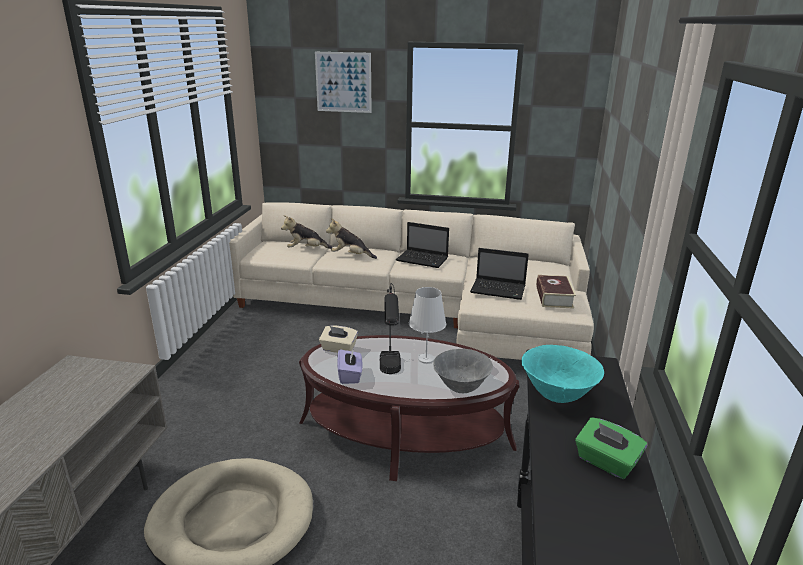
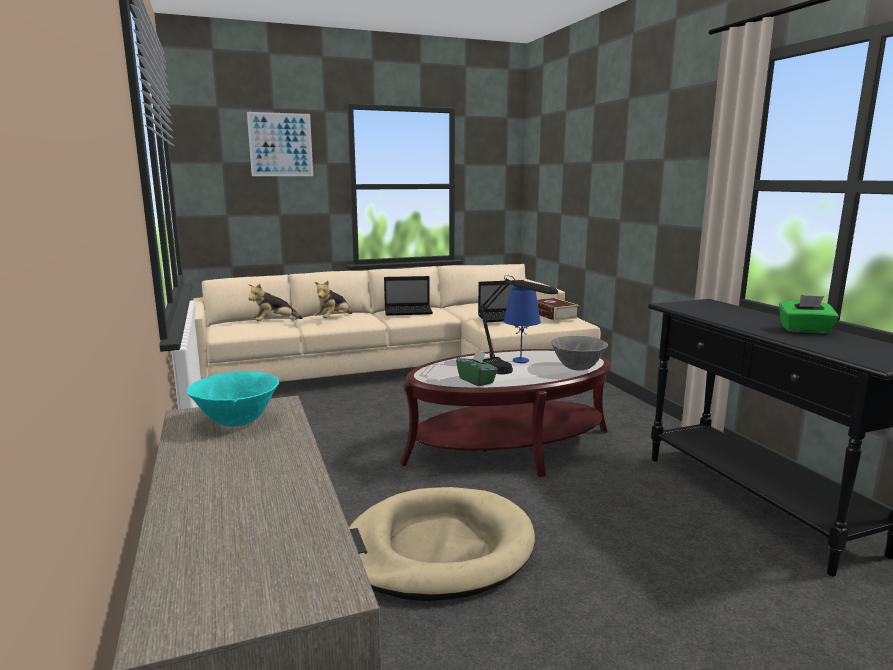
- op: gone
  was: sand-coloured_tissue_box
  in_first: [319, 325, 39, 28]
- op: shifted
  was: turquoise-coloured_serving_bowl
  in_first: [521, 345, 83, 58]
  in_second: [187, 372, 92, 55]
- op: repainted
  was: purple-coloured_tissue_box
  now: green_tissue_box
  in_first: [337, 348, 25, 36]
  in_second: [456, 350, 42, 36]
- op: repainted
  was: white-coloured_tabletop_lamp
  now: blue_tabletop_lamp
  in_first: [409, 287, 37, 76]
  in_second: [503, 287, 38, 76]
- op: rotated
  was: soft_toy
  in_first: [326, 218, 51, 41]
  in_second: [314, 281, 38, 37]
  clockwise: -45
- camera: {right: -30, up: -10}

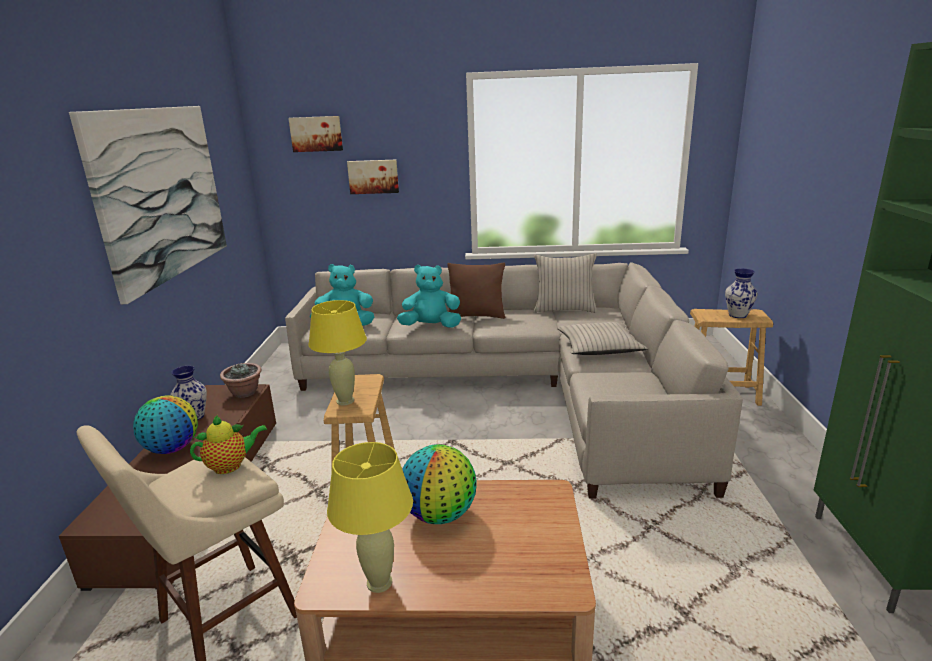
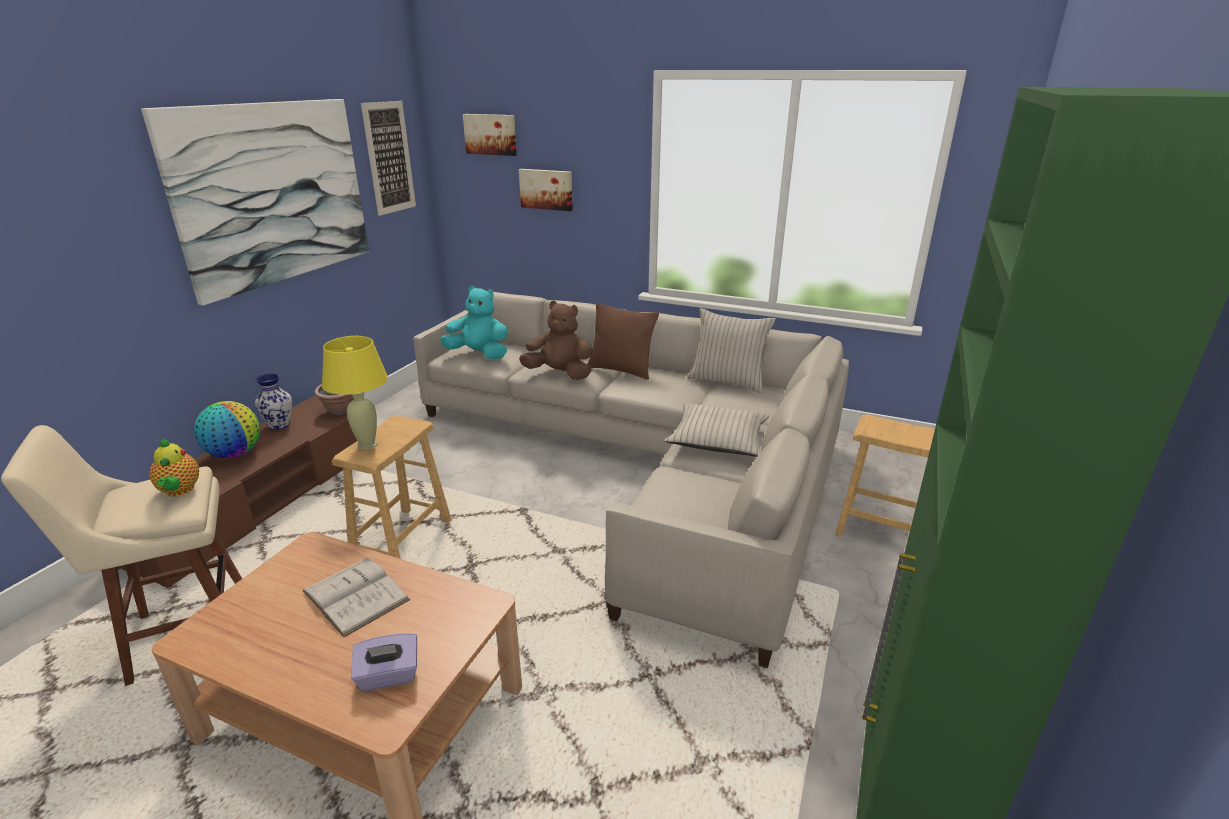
- op: gone
  was: yellow-coloured_tabletop_lamp
  in_first: [327, 442, 86, 151]
- op: gone
  was: decorative_vase
  in_first: [725, 268, 33, 50]
- op: new
  now: purple-coloured_tissue_box
  in_second: [351, 633, 66, 58]
- op: new
  now: picture
  in_second: [361, 101, 55, 115]
- op: swapped
  was: world_globe
  now: white-coloured_volume
  in_first: [402, 444, 75, 80]
  in_second: [302, 557, 108, 81]
- op: repainted
  was: turquoise-coloured_soft_toy
  now: brown_soft_toy
  in_first: [397, 265, 64, 63]
  in_second: [519, 301, 74, 79]
- op: rotated
  was: tea_pot
  in_first: [190, 415, 77, 59]
  in_second: [149, 438, 50, 59]
  clockwise: 75
- camera: {right: 20, up: 5}

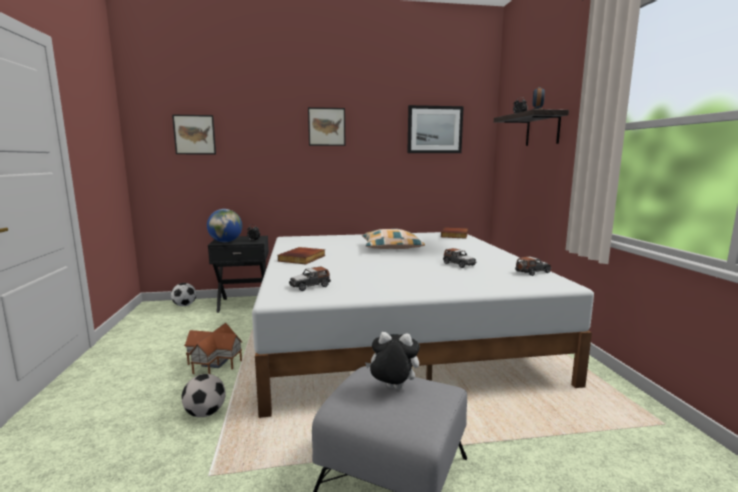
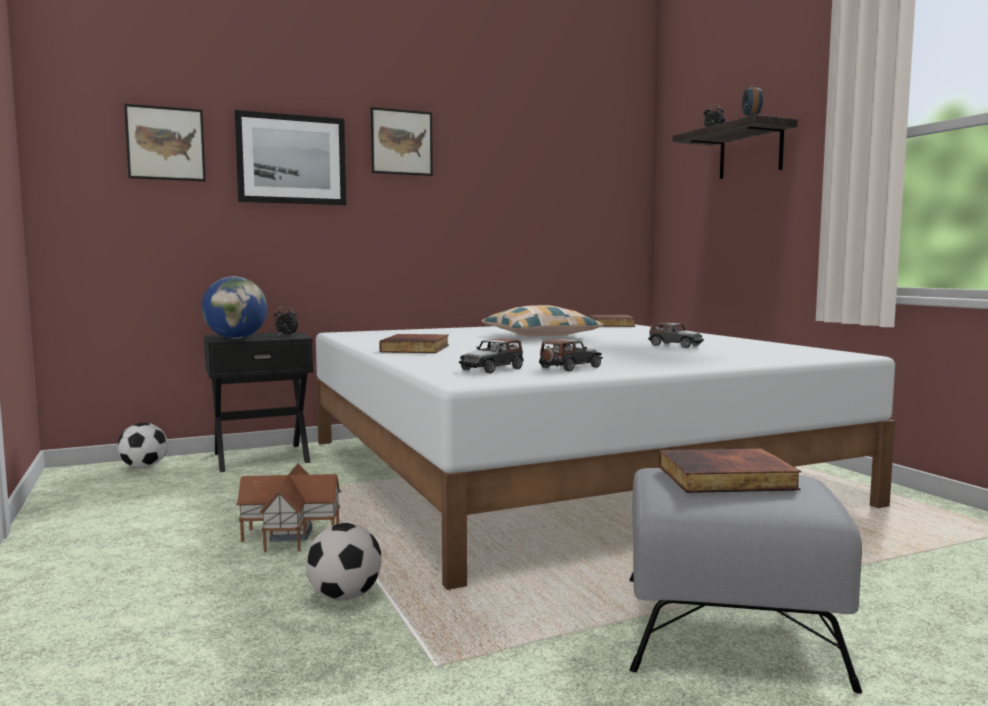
- op: shifted
  was: picture
  in_first: [407, 105, 57, 48]
  in_second: [235, 110, 111, 95]
- op: shifted
  was: model_car
  in_first: [515, 257, 36, 19]
  in_second: [539, 339, 64, 32]
- op: swapped
  was: soft_toy
  now: volume
  in_first: [365, 332, 54, 57]
  in_second: [659, 448, 142, 45]
- camera: {right: -15, up: -5}

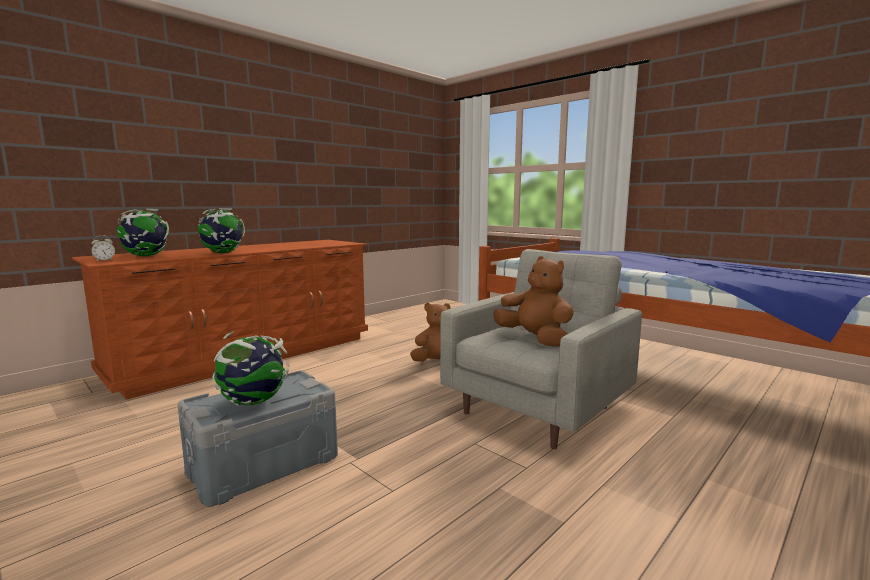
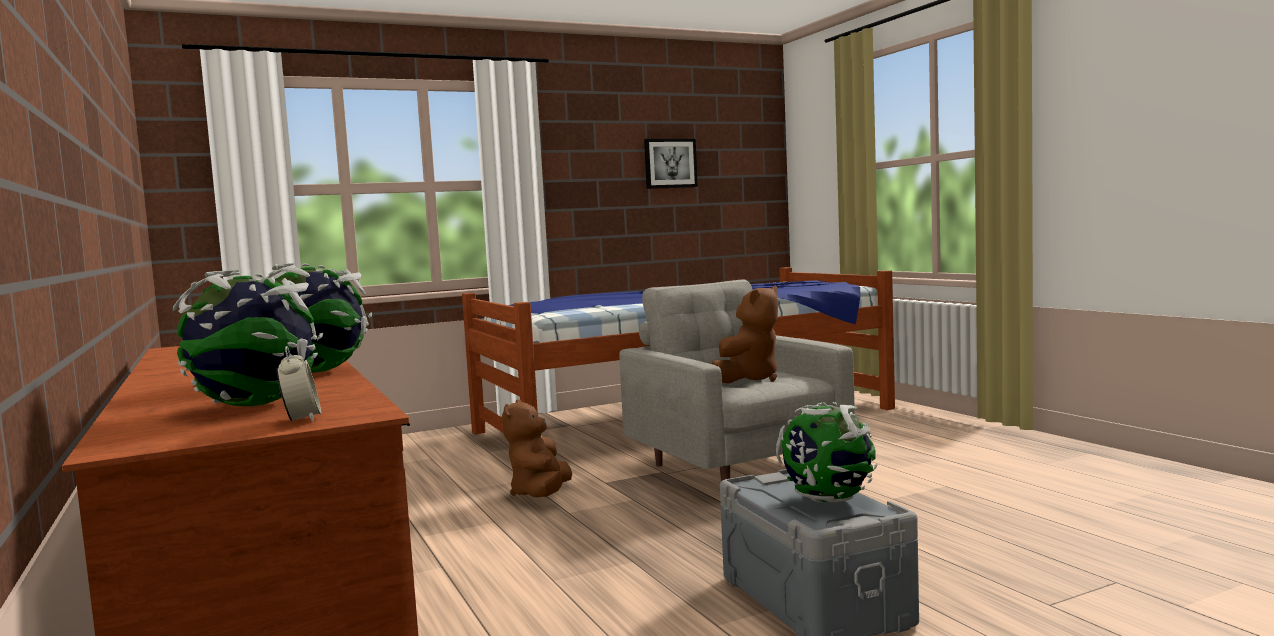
- op: new
  now: picture
  in_second: [644, 139, 54, 50]
- op: rotated
  was: brown_soft_toy
  in_first: [493, 256, 81, 90]
  in_second: [712, 285, 66, 99]
  clockwise: 150
- camera: {right: -70, up: -5}

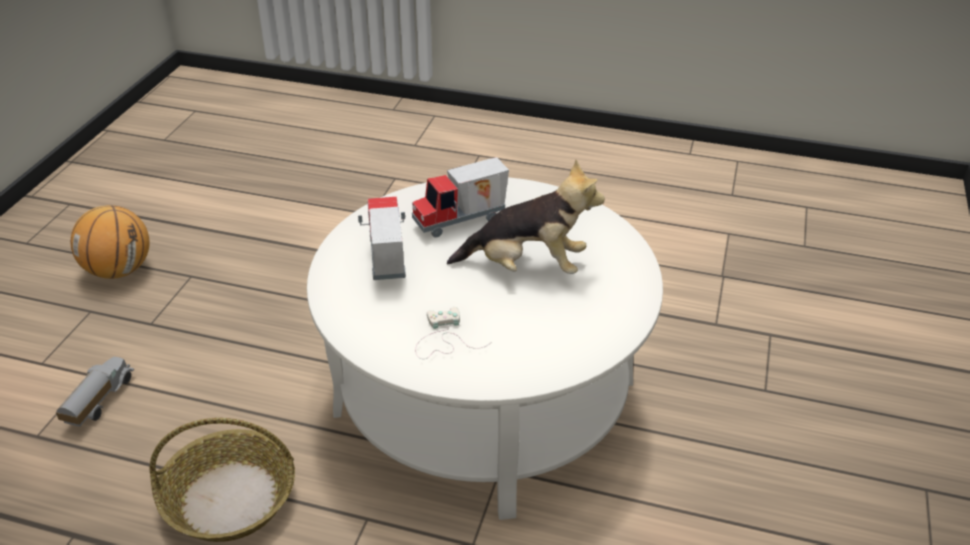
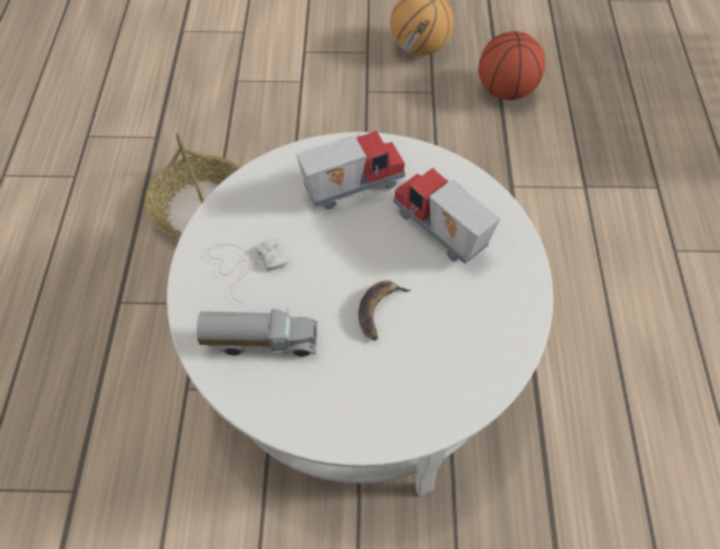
- op: new
  now: basketball
  in_second: [478, 31, 67, 69]
- op: shifted
  was: model_truck
  in_first: [56, 357, 78, 70]
  in_second: [197, 308, 121, 49]
- op: swapped
  was: soft_toy
  now: whole_banana
  in_first: [447, 159, 158, 115]
  in_second: [358, 280, 53, 60]
- camera: {right: 75, up: 20}

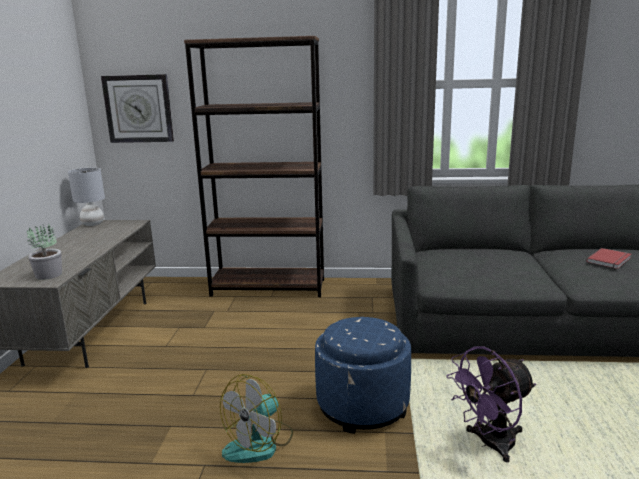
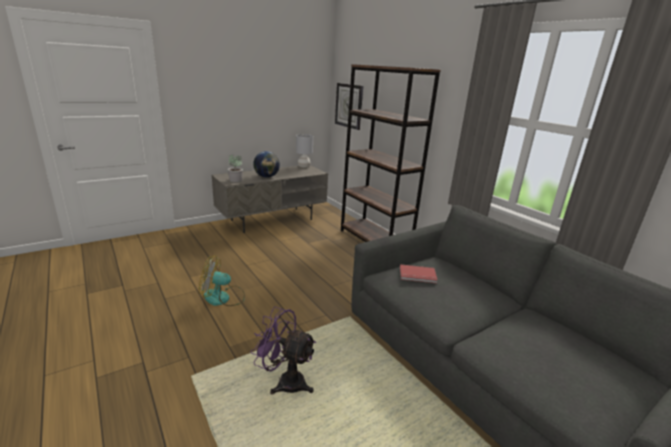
- op: gone
  was: blue_footrest
  in_first: [315, 317, 96, 117]
- op: new
  now: world_globe
  in_second: [253, 151, 27, 27]
- op: shifted
  was: red_volume
  in_first: [587, 248, 44, 21]
  in_second: [400, 264, 38, 19]
- camera: {right: 50, up: 5}

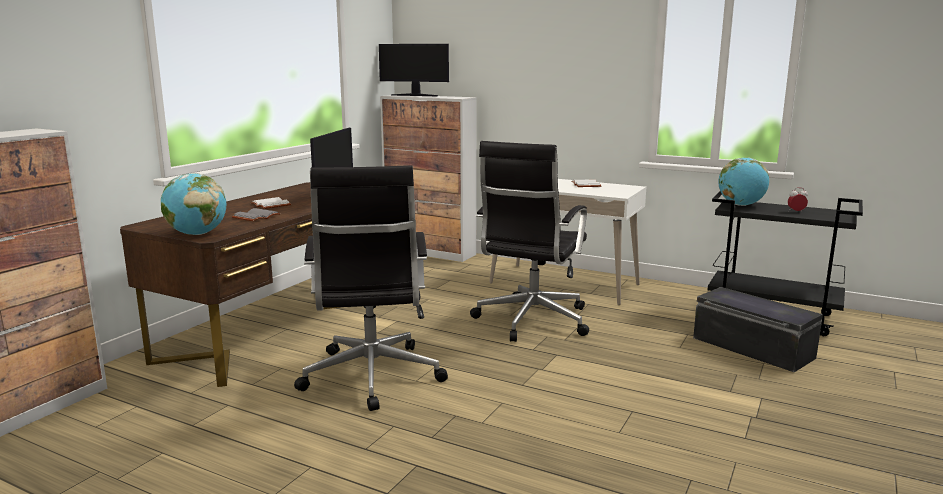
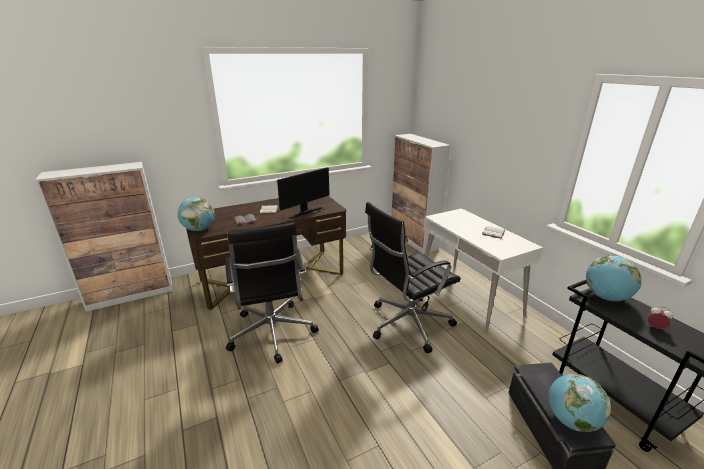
- op: gone
  was: computer_screen
  in_first: [379, 44, 70, 52]
- op: new
  now: world_globe
  in_second: [548, 374, 63, 58]
- op: rotated
  was: black_desk_chair
  in_first: [294, 165, 154, 246]
  in_second: [225, 222, 94, 141]
  clockwise: -45
- camera: {right: 35, up: 10}

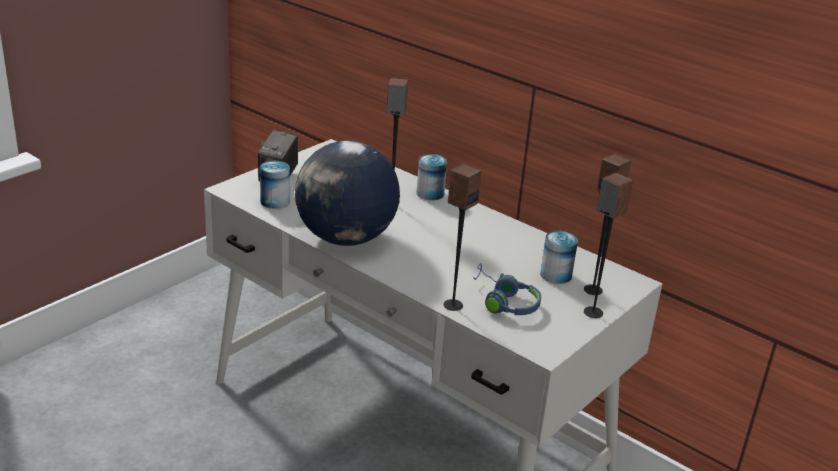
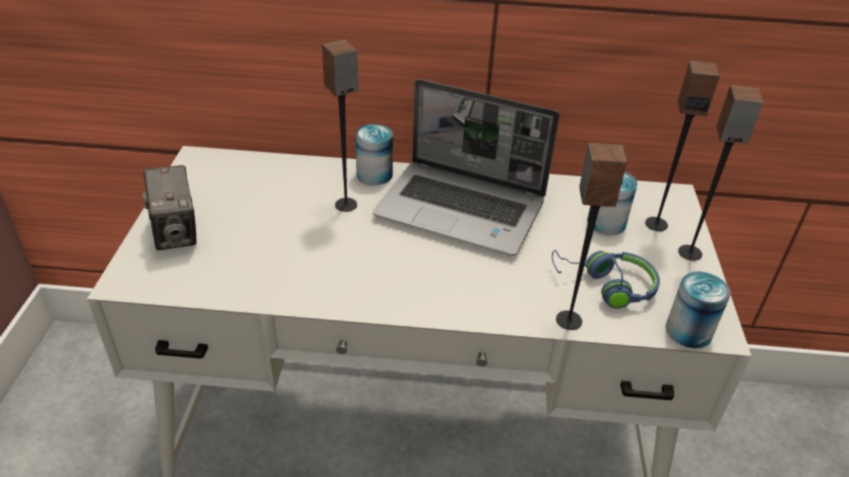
- op: gone
  was: world_globe
  in_first: [295, 141, 105, 105]
- op: new
  now: notebook_computer
  in_second: [373, 79, 187, 177]
- op: shifted
  was: can
  in_first: [260, 161, 30, 48]
  in_second: [666, 272, 65, 76]
- camera: {right: -35, up: 10}

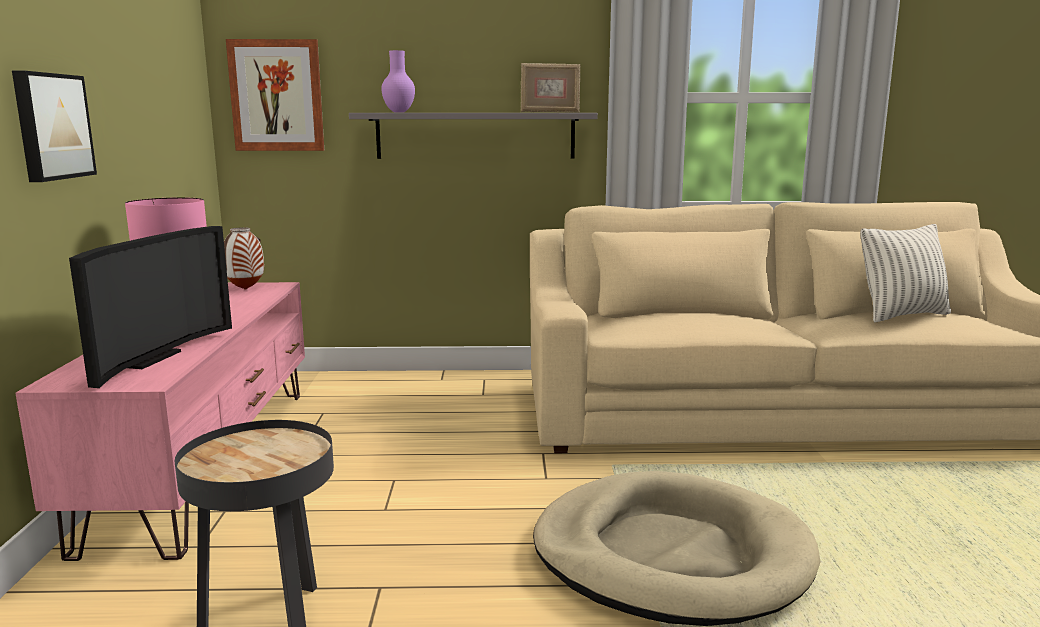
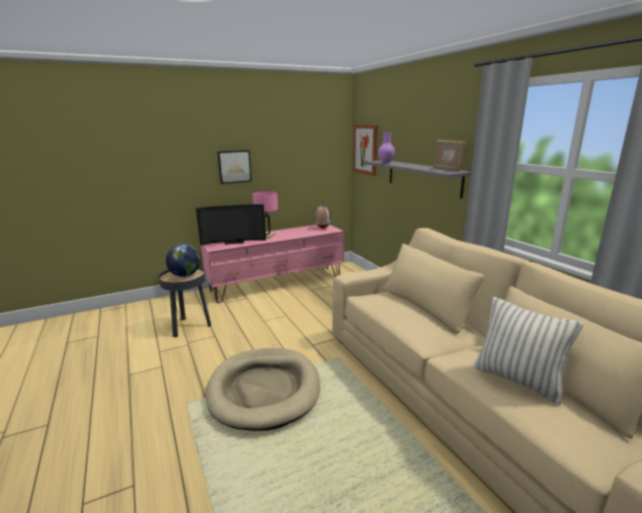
- op: new
  now: world_globe
  in_second: [166, 244, 34, 33]
- camera: {right: 65, up: 5}

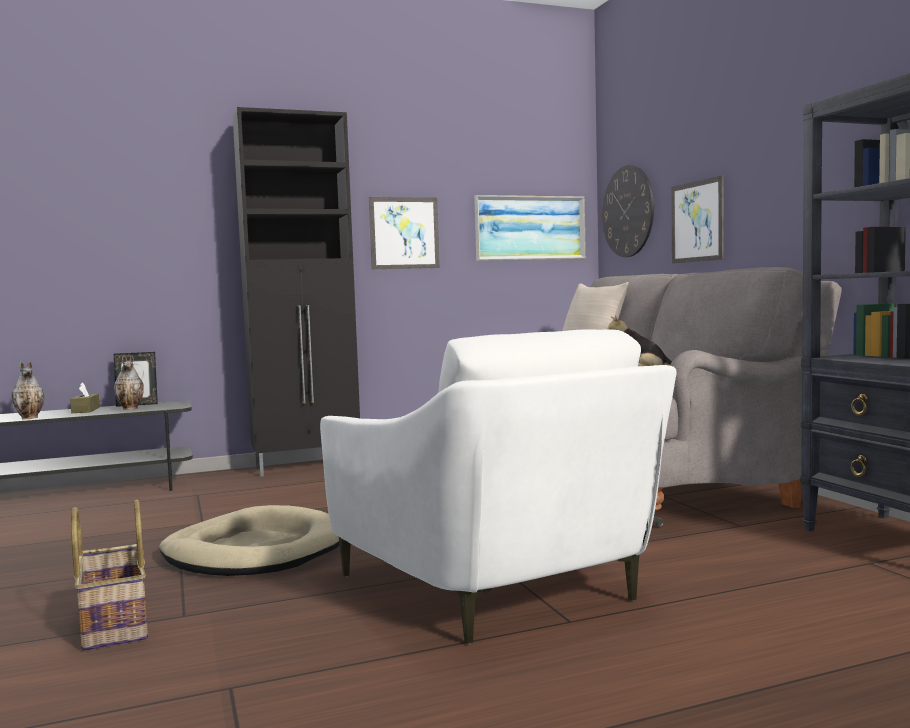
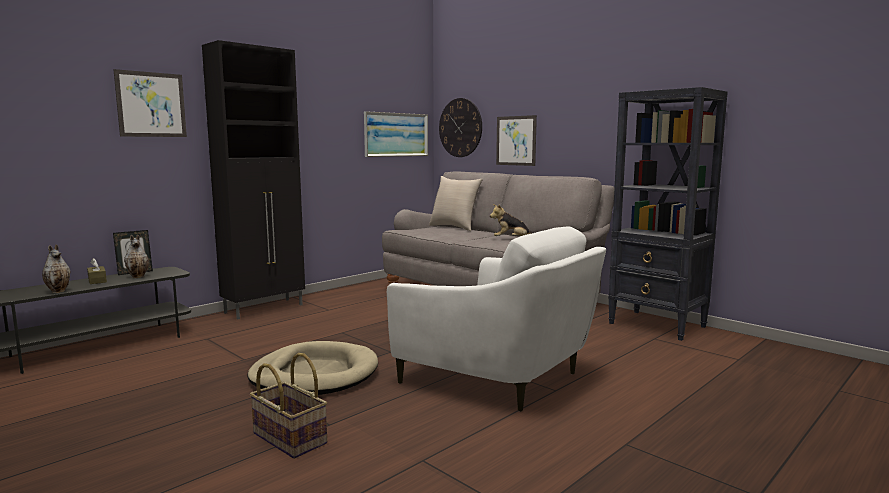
- op: shifted
  was: picture
  in_first: [369, 197, 71, 72]
  in_second: [113, 69, 74, 68]
- camera: {right: -25, up: 5}

